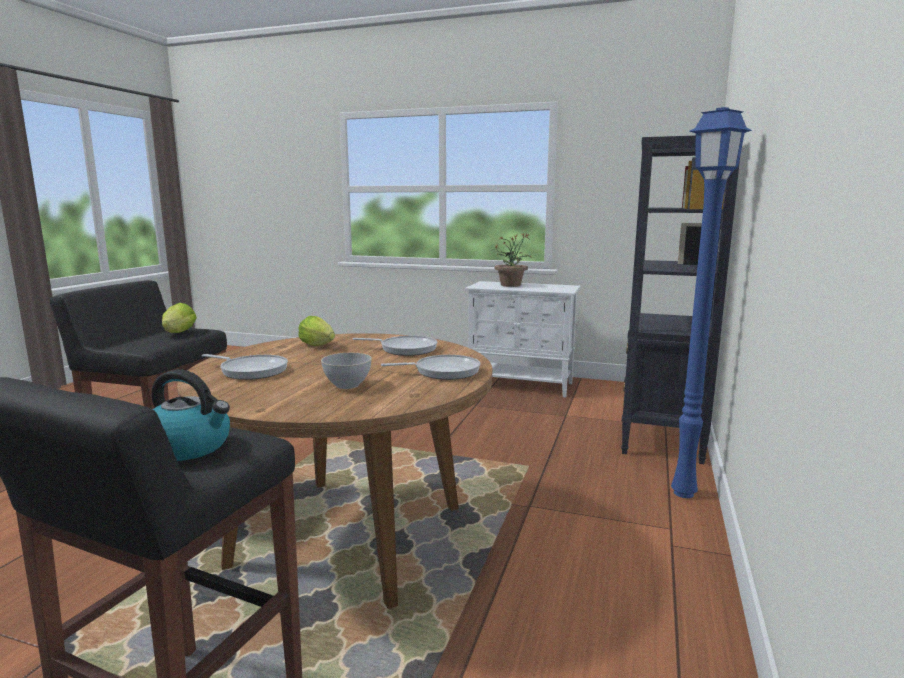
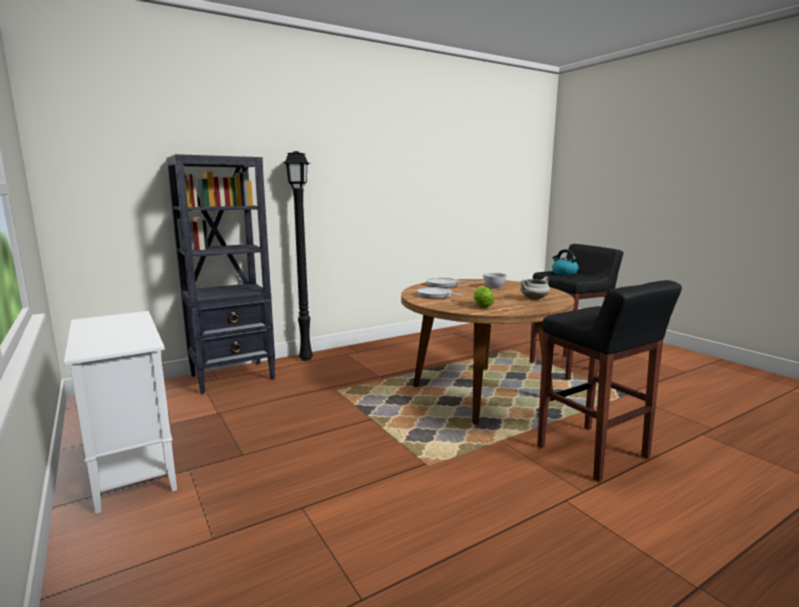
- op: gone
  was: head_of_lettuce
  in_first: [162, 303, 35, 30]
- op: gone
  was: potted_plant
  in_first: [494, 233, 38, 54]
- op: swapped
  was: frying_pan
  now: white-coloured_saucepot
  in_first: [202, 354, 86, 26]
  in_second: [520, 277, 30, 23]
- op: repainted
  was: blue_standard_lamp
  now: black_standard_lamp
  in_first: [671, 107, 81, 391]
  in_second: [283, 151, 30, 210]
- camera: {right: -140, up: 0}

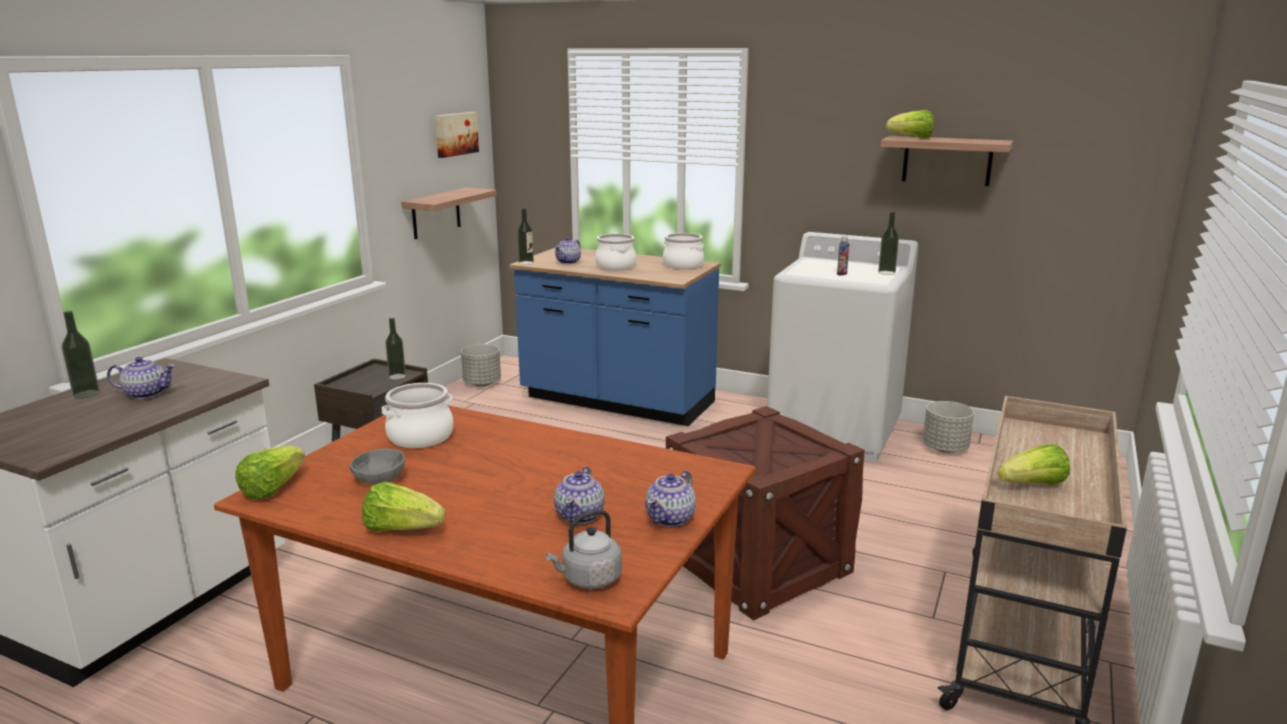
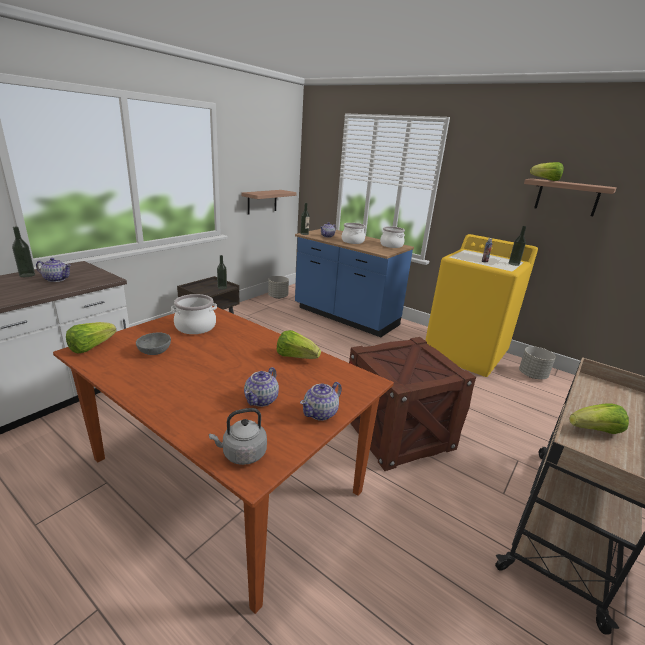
- op: gone
  was: picture
  in_first: [435, 112, 44, 46]
- op: shifted
  was: head_of_lettuce
  in_first: [362, 481, 83, 51]
  in_second: [277, 330, 44, 29]
- op: repainted
  was: white-coloured_laundry_machine
  now: yellow-coloured_laundry_machine
  in_first: [767, 232, 152, 230]
  in_second: [425, 234, 113, 143]
- camera: {right: 10, up: 5}

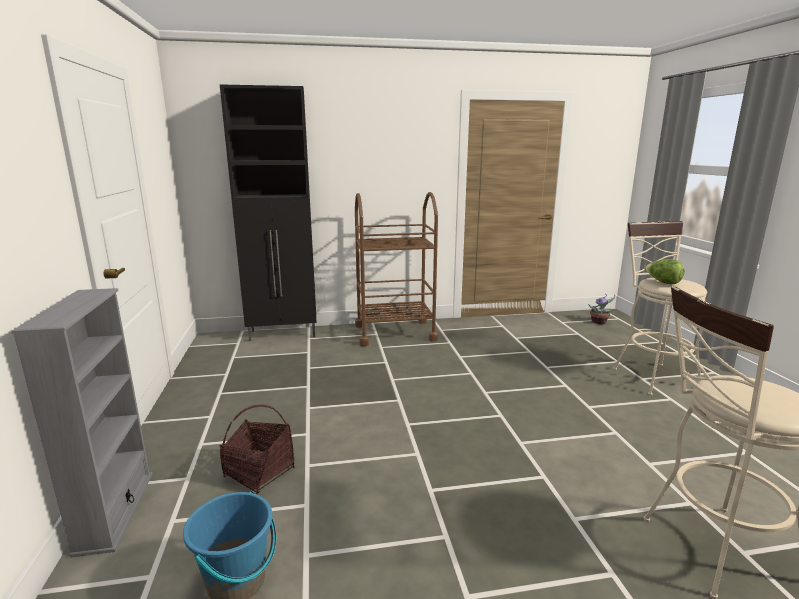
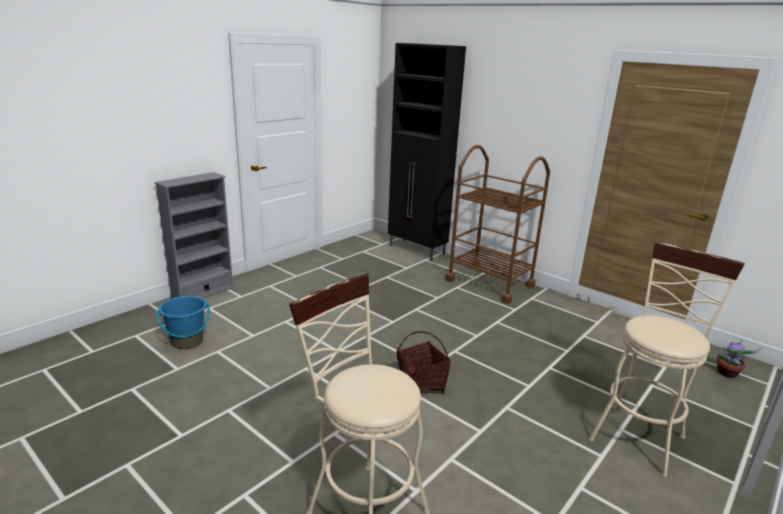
- op: gone
  was: head_of_lettuce
  in_first: [644, 259, 41, 25]
- op: shifted
  was: household_basket
  in_first: [220, 405, 75, 89]
  in_second: [396, 331, 55, 63]
- camera: {right: 50, up: 5}

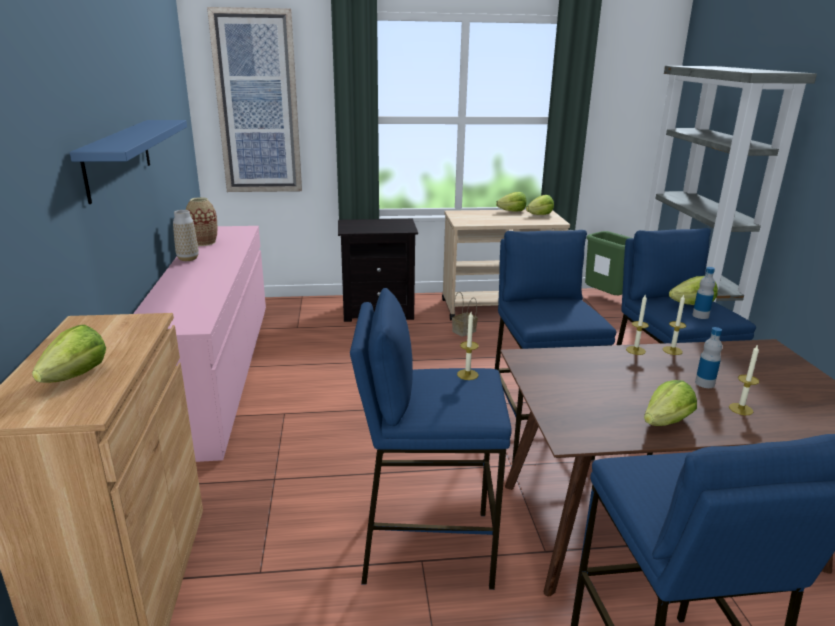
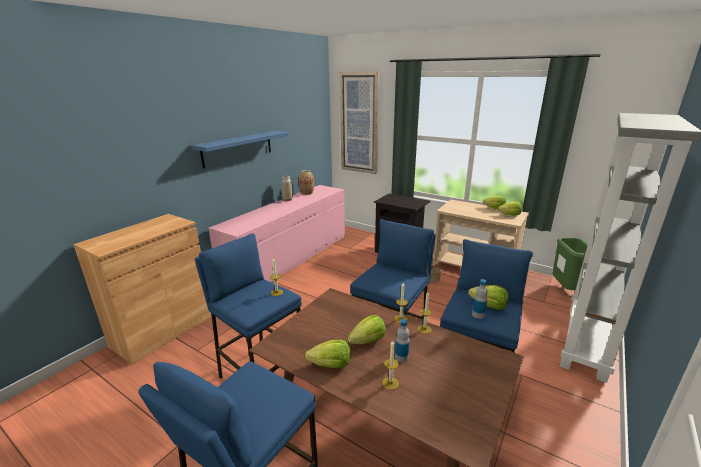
- op: shifted
  was: head_of_lettuce
  in_first: [32, 325, 74, 58]
  in_second: [348, 315, 38, 29]
- camera: {right: 40, up: 0}

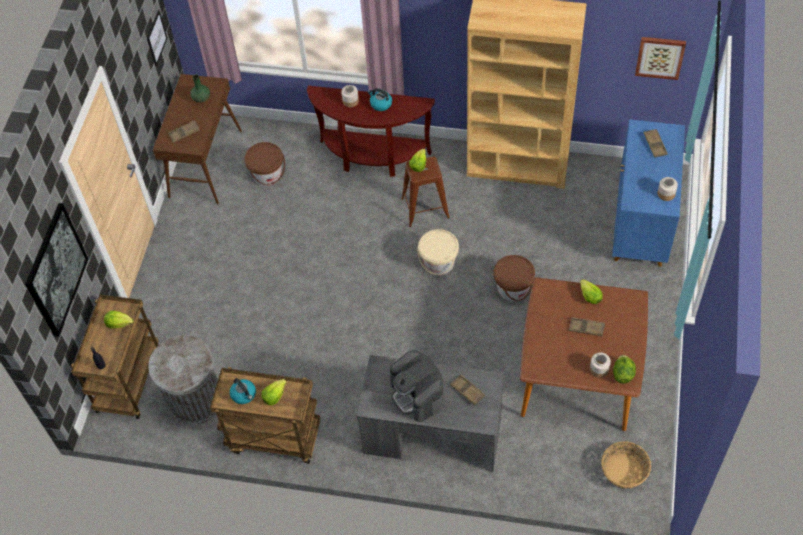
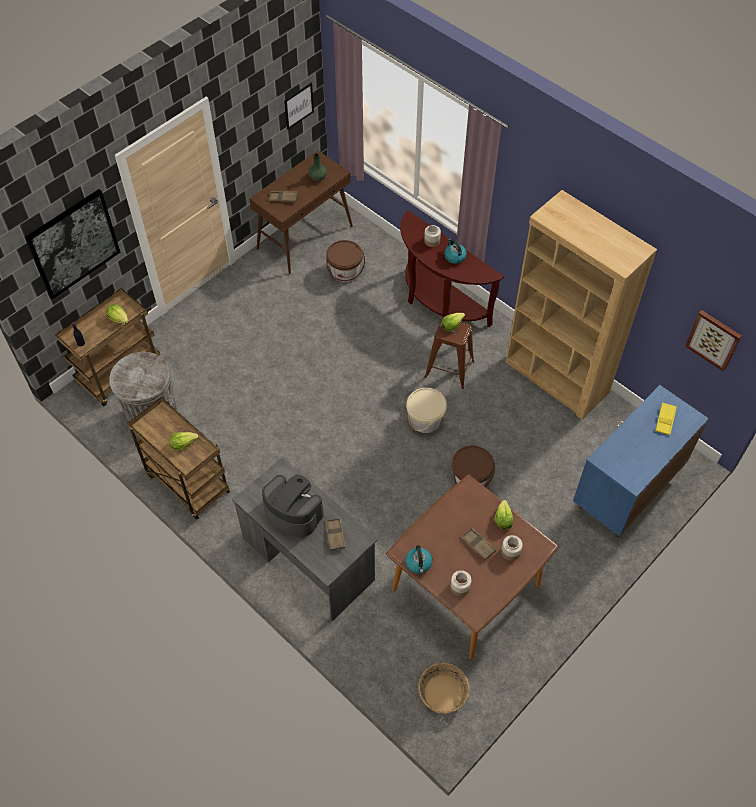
- op: gone
  was: head_of_lettuce
  in_first: [613, 355, 23, 29]
- op: shifted
  was: water_kettle
  in_first: [230, 378, 26, 26]
  in_second: [405, 545, 27, 29]
- op: shifted
  was: storage_jar
  in_first: [657, 177, 21, 24]
  in_second: [501, 535, 22, 26]
- op: repainted
  was: brown_carrying_tray
  now: yellow-coloured_carrying_tray
  in_first: [644, 129, 24, 29]
  in_second: [655, 402, 22, 33]
- op: rotated
  was: coffee_machine
  in_first: [390, 350, 55, 72]
  in_second: [262, 474, 62, 63]
  clockwise: 120
- camera: {right: 30, up: 0}

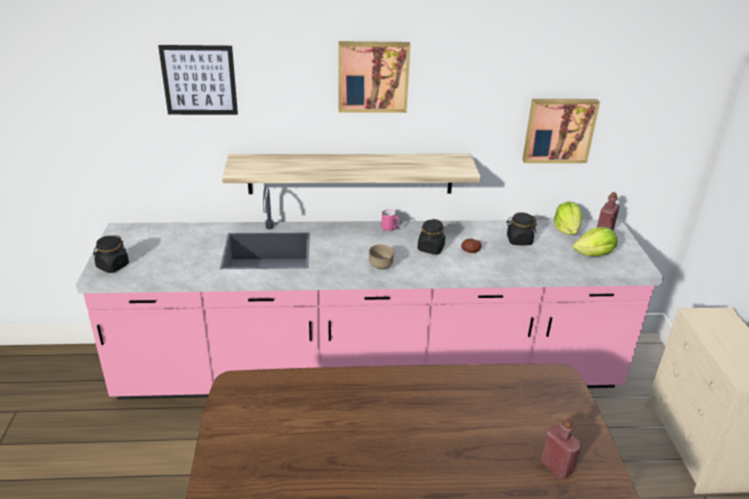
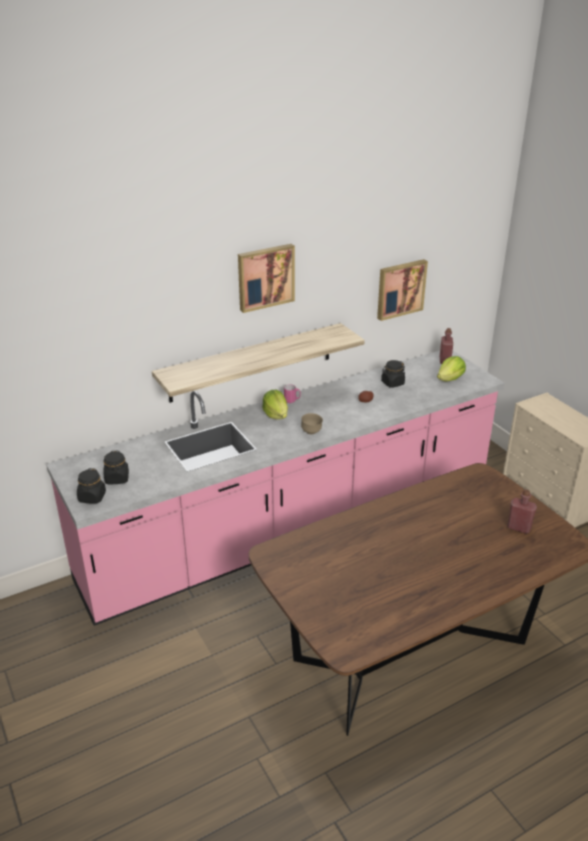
- op: gone
  was: picture
  in_first: [158, 45, 80, 70]
- op: shifted
  was: black_storage_jar
  in_first: [418, 219, 27, 35]
  in_second: [103, 450, 26, 34]
- op: shifted
  was: head_of_lettuce
  in_first: [554, 201, 28, 34]
  in_second: [262, 390, 26, 30]
- camera: {right: -25, up: 0}

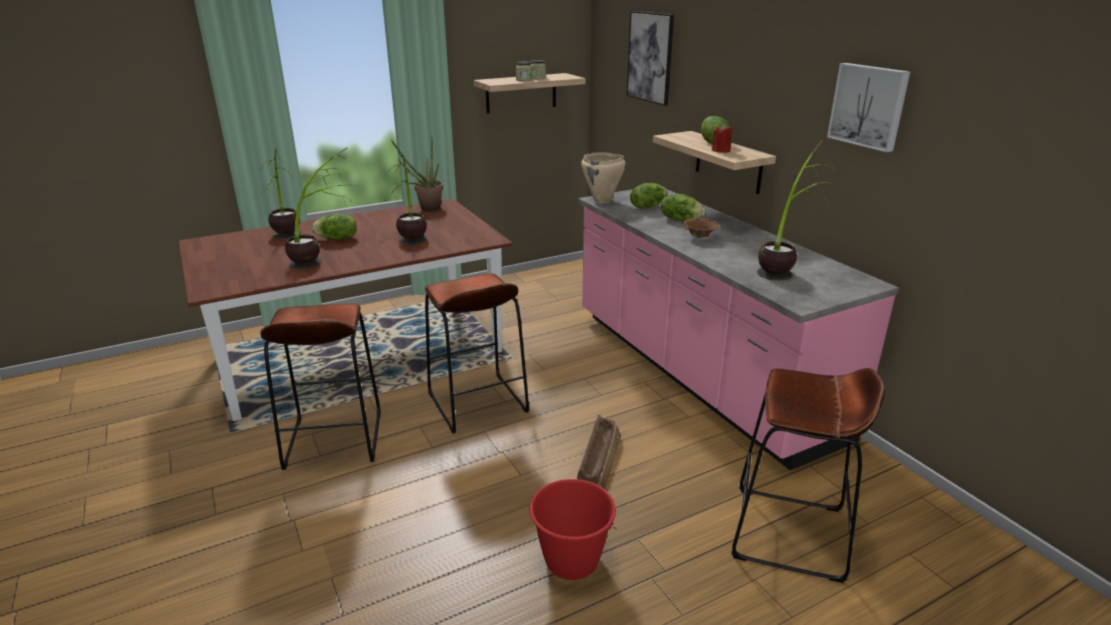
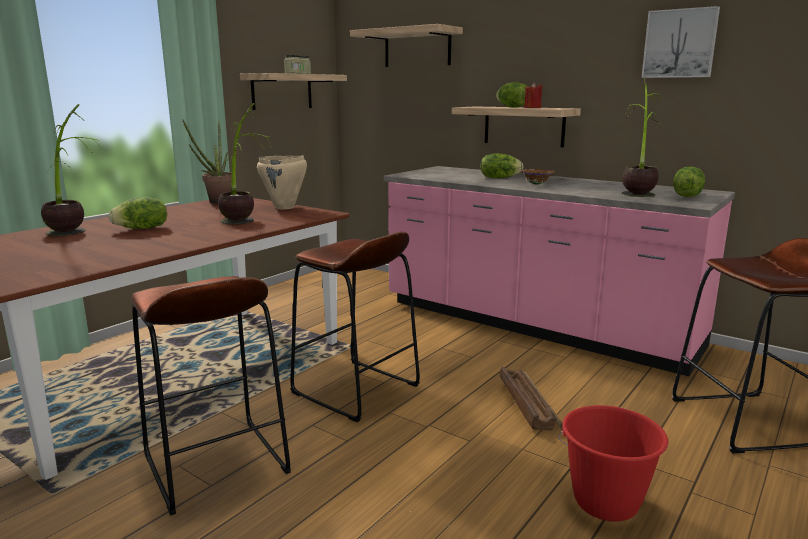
- op: gone
  was: potted_plant
  in_first: [285, 147, 74, 122]
- op: shifted
  was: sand-coloured_saucepot
  in_first: [581, 152, 45, 52]
  in_second: [257, 155, 50, 54]
- op: shifted
  was: head_of_lettuce
  in_first: [630, 183, 37, 26]
  in_second: [673, 167, 32, 30]
- op: swapped
  was: picture
  now: wall_shelf
  in_first: [627, 11, 47, 95]
  in_second: [350, 24, 113, 43]
- camera: {right: -25, up: -10}

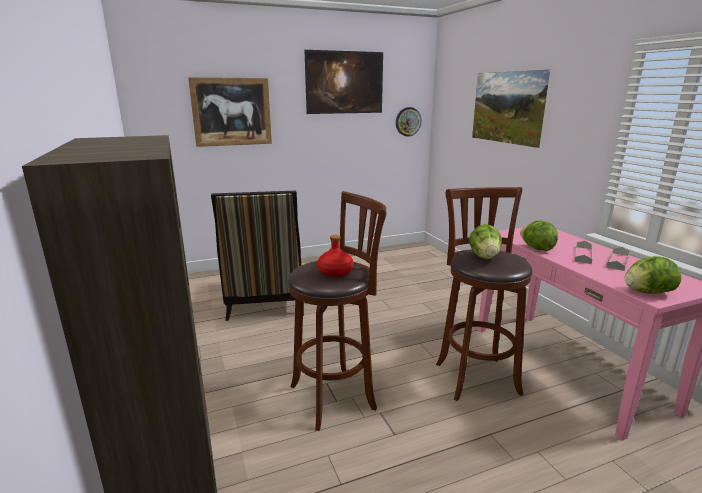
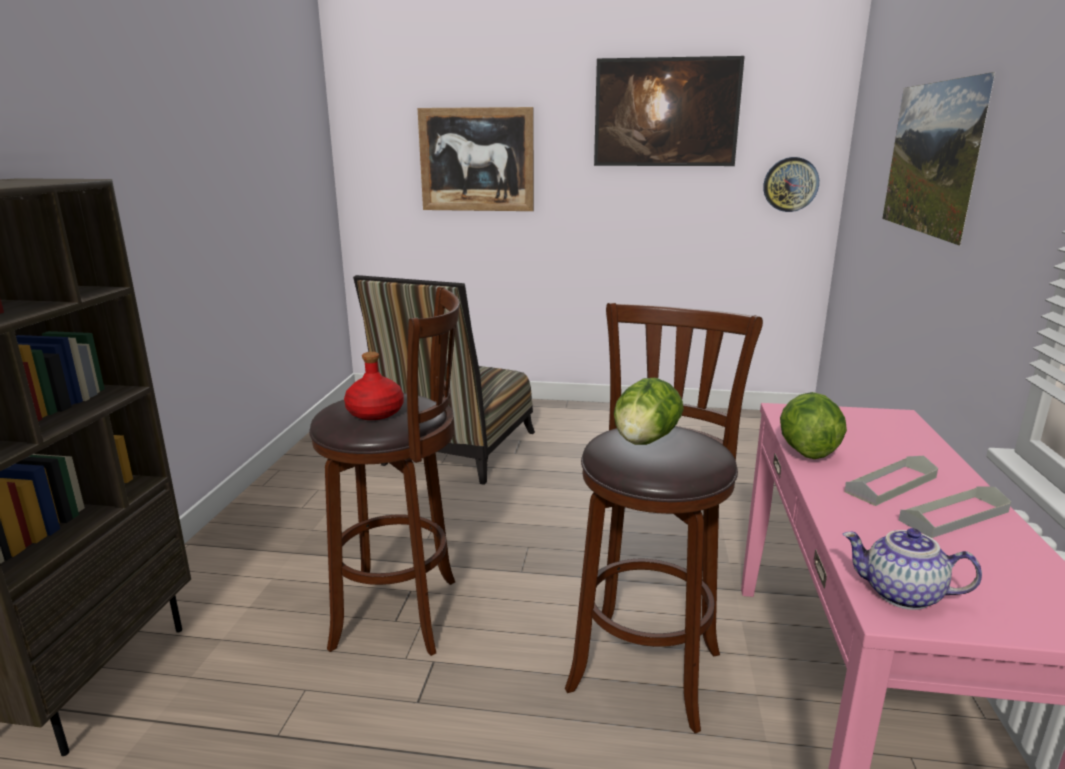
- op: swapped
  was: head_of_lettuce
  now: tea_pot
  in_first: [625, 256, 56, 38]
  in_second: [842, 528, 140, 82]
- camera: {right: 30, up: 0}

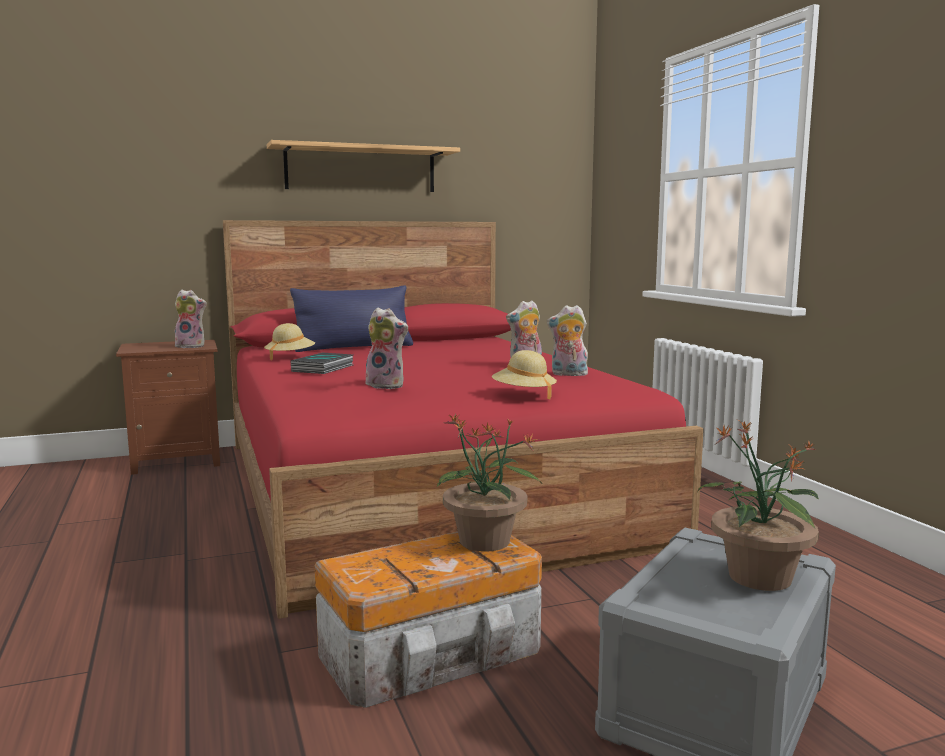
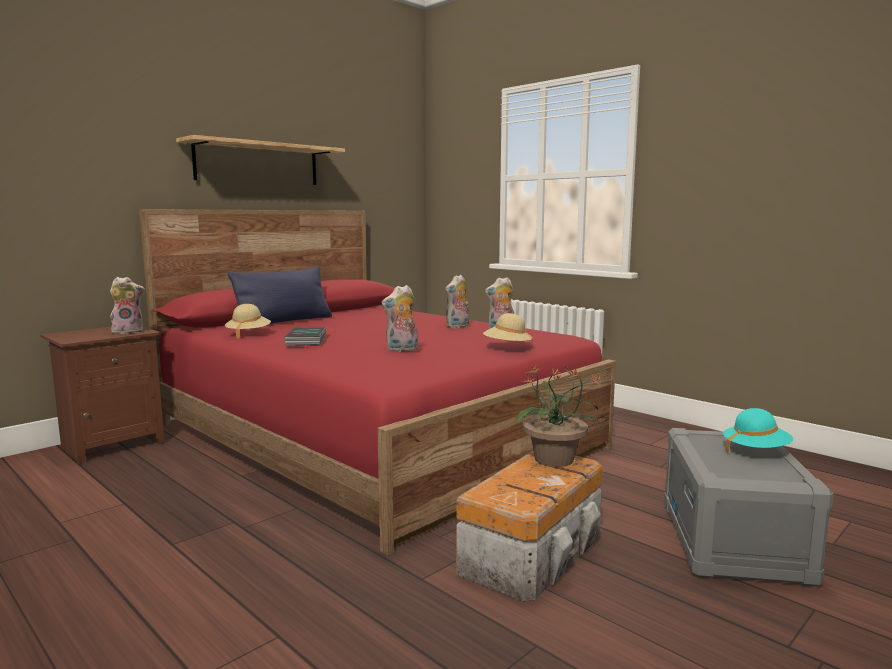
- op: swapped
  was: potted_plant
  now: turquoise-coloured_hat
  in_first: [697, 420, 122, 171]
  in_second: [723, 408, 70, 45]
- op: rotated
  was: soft_toy
  in_first: [365, 307, 43, 82]
  in_second: [382, 285, 36, 67]
  clockwise: 150
- camera: {right: -25, up: 0}

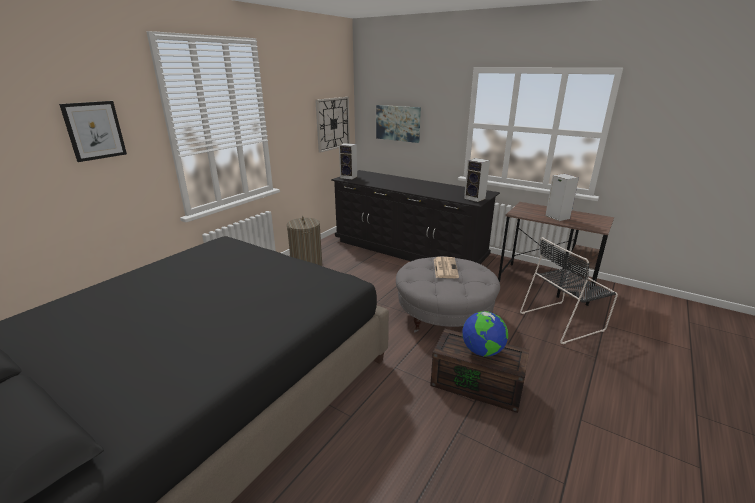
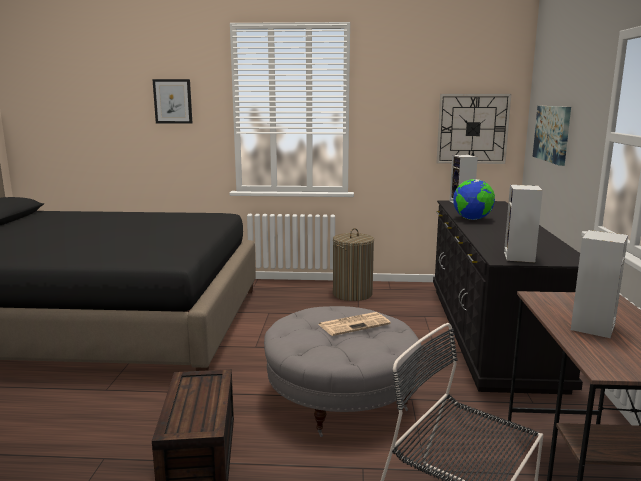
- op: shifted
  was: world_globe
  in_first: [462, 311, 46, 46]
  in_second: [453, 179, 42, 41]
- camera: {right: 60, up: -10}

